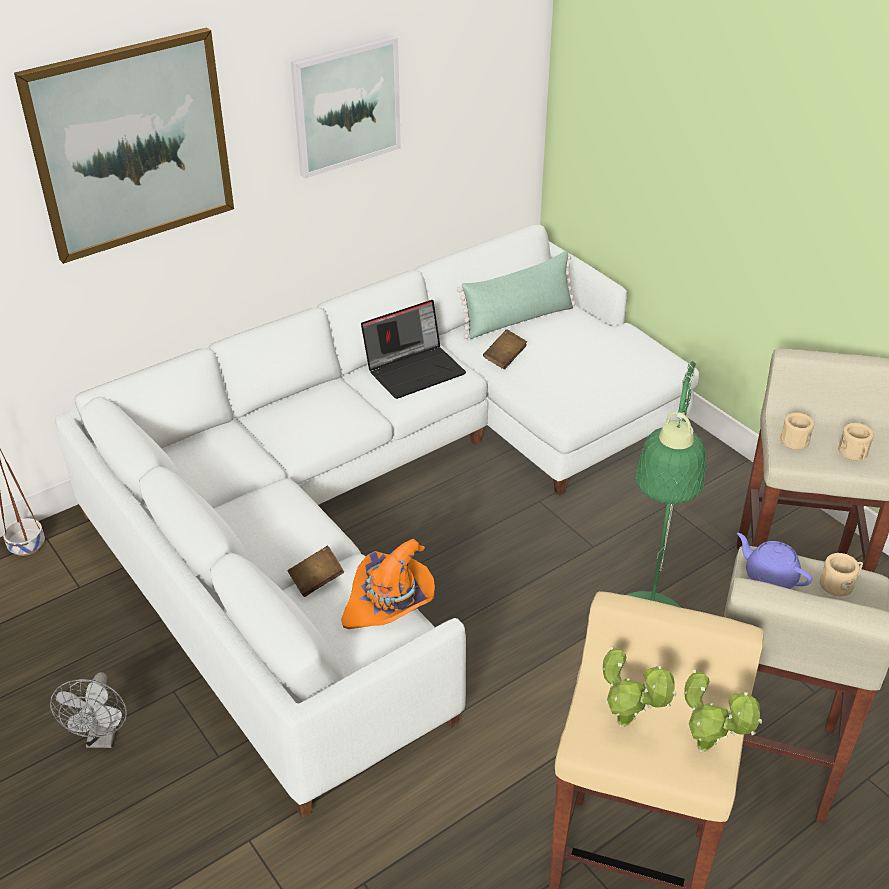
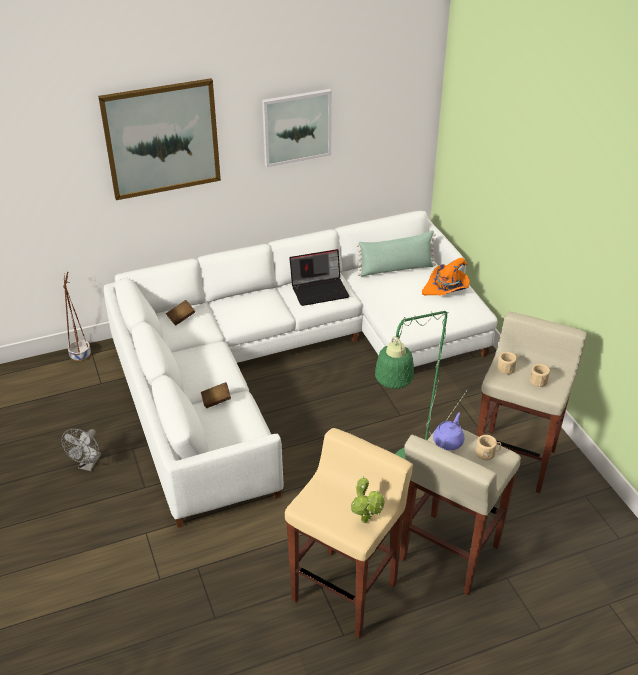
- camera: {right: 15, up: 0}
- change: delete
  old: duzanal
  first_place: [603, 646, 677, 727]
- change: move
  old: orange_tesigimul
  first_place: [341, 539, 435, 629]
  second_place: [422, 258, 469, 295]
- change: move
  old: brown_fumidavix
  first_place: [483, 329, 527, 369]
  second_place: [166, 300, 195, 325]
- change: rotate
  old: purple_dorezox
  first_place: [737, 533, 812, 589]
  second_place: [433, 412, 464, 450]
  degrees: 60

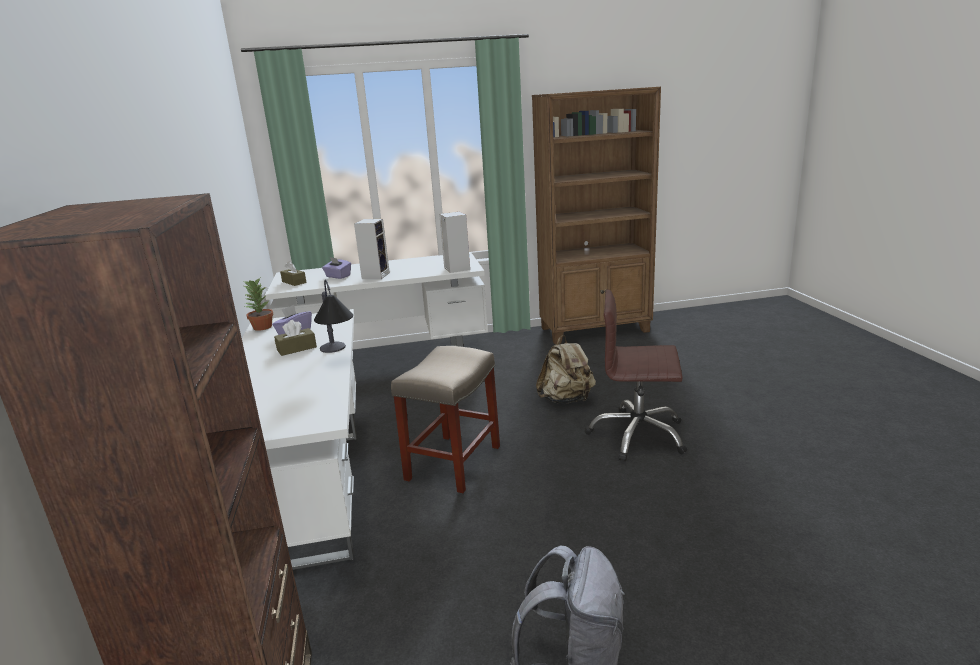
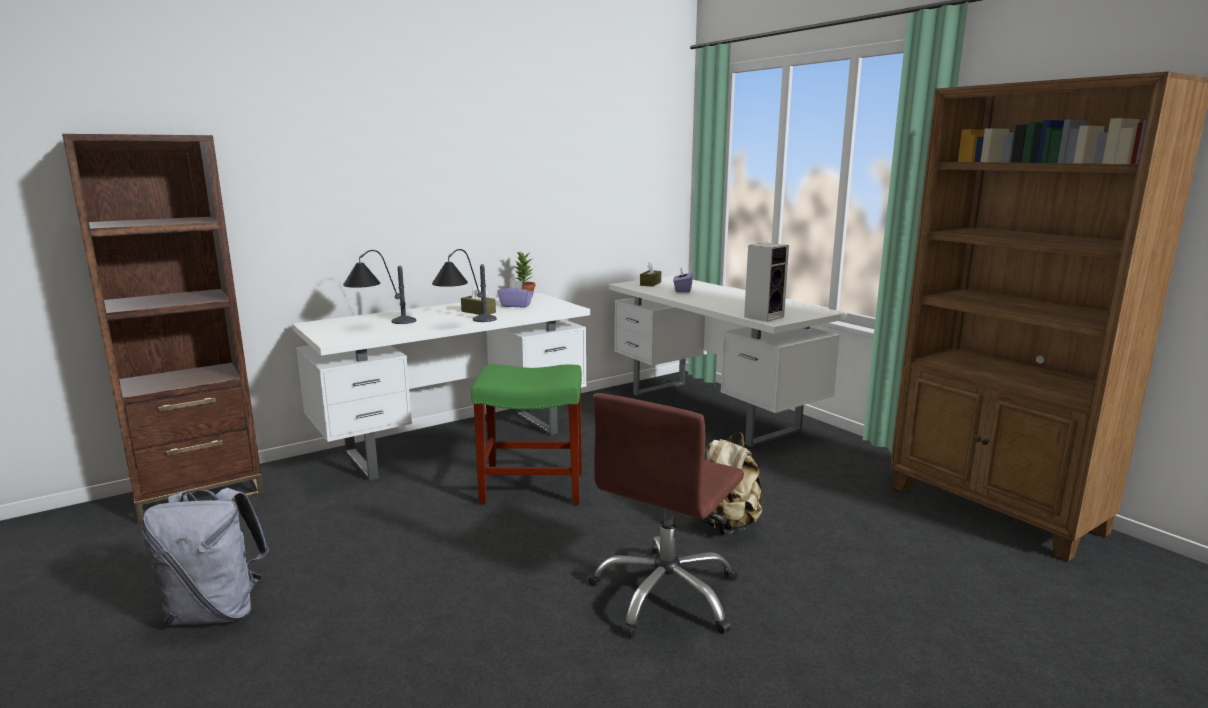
- camera: {right: 65, up: -5}
- change: delete
  old: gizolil
  first_place: [354, 219, 390, 279]
- change: insert
  new: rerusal
  second_place: [343, 250, 416, 324]
- change: recolor
  old: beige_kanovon
  new: green_kanovon
  first_place: [391, 346, 500, 493]
  second_place: [471, 364, 582, 505]
- change: rotate
  old: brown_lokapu
  first_place: [585, 290, 687, 461]
  second_place: [588, 393, 744, 638]
  degrees: -135

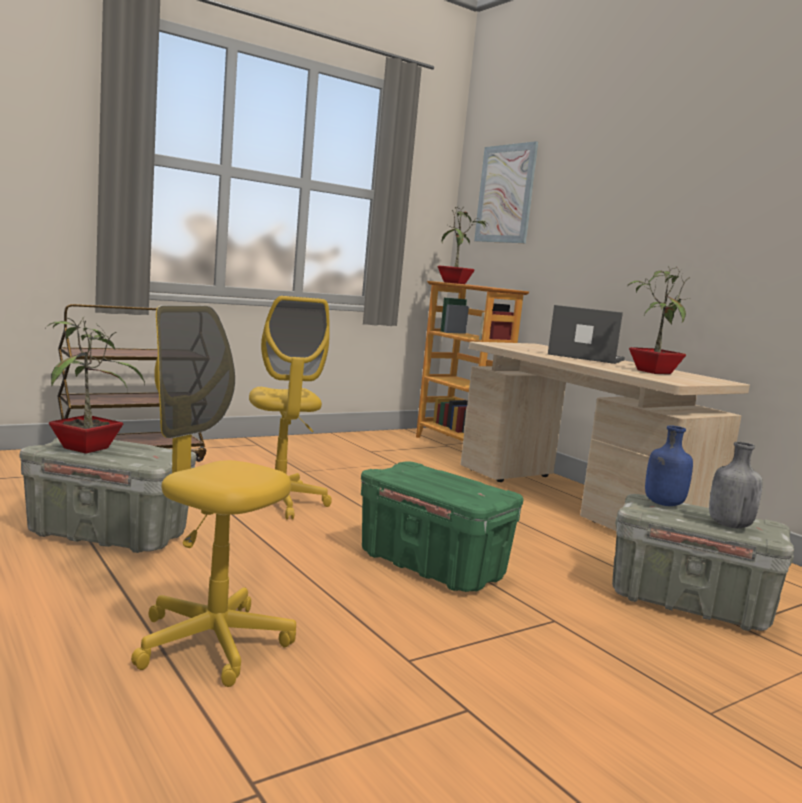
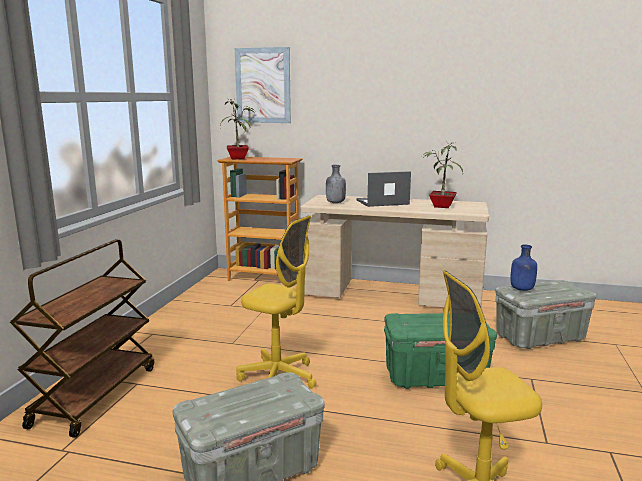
- camera: {right: -40, up: 5}
- change: delete
  old: duzanal
  first_place: [44, 317, 145, 454]
- change: move
  old: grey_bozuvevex
  first_place: [709, 442, 763, 528]
  second_place: [326, 165, 346, 203]

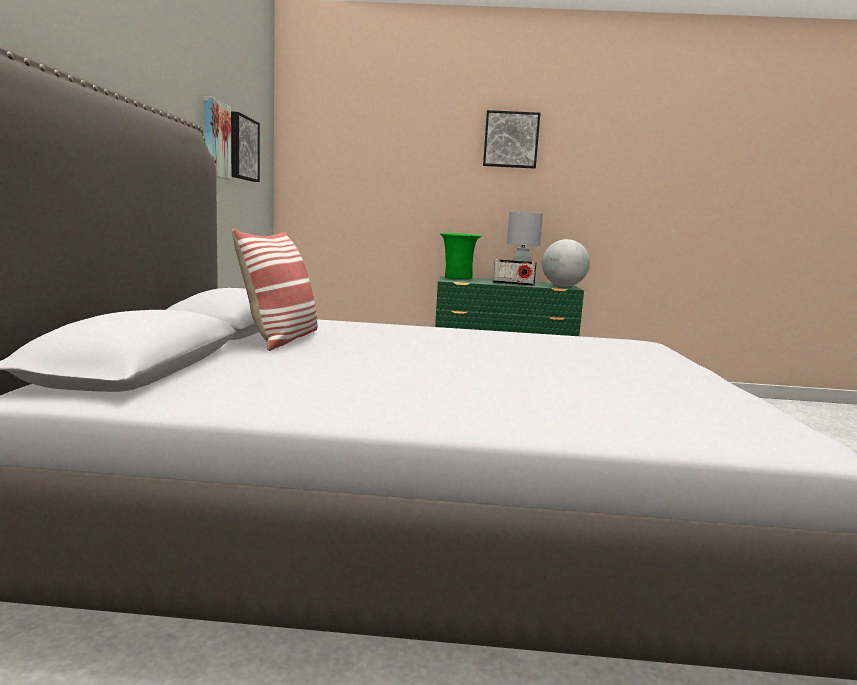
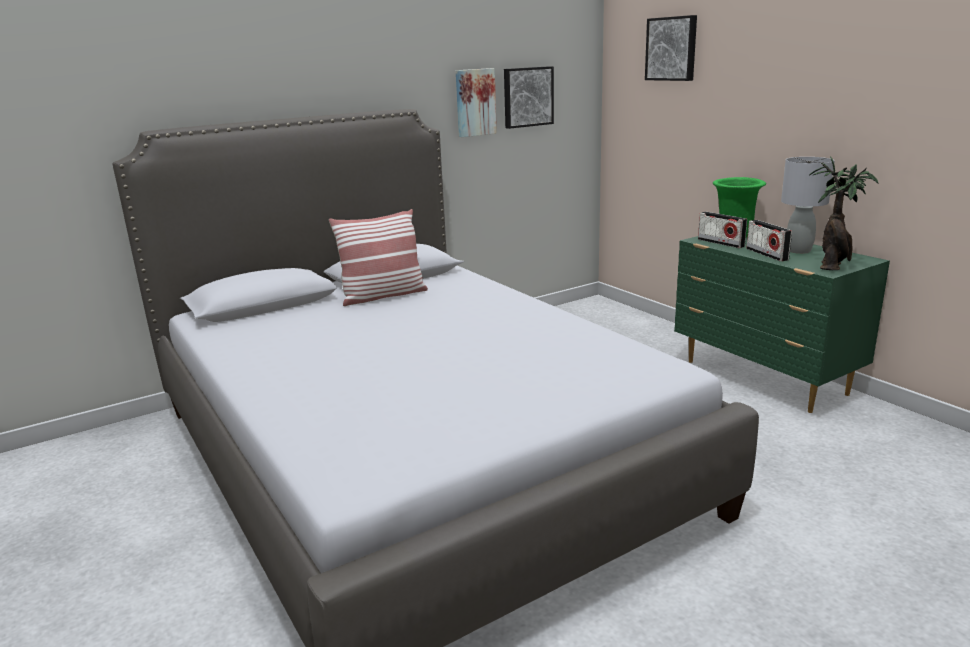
- camera: {right: 55, up: 10}
- change: insert
  new: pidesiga
  second_place: [698, 211, 747, 248]
- change: move
  old: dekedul
  first_place: [483, 110, 540, 169]
  second_place: [645, 15, 697, 81]
- change: replace
  old: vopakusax
  new: duzanal
  first_place: [542, 239, 590, 287]
  second_place: [809, 156, 878, 270]

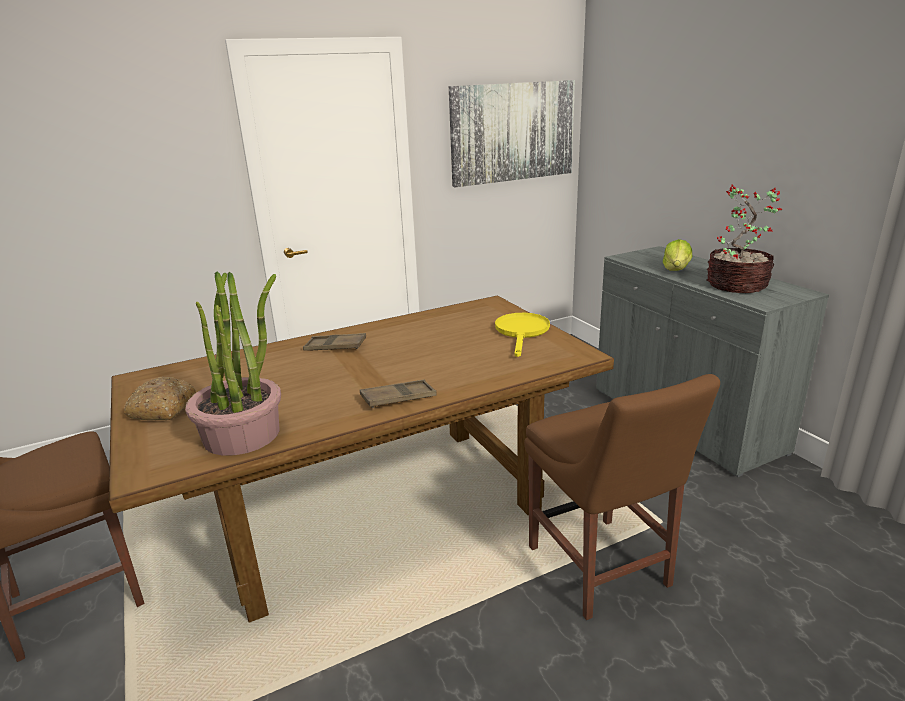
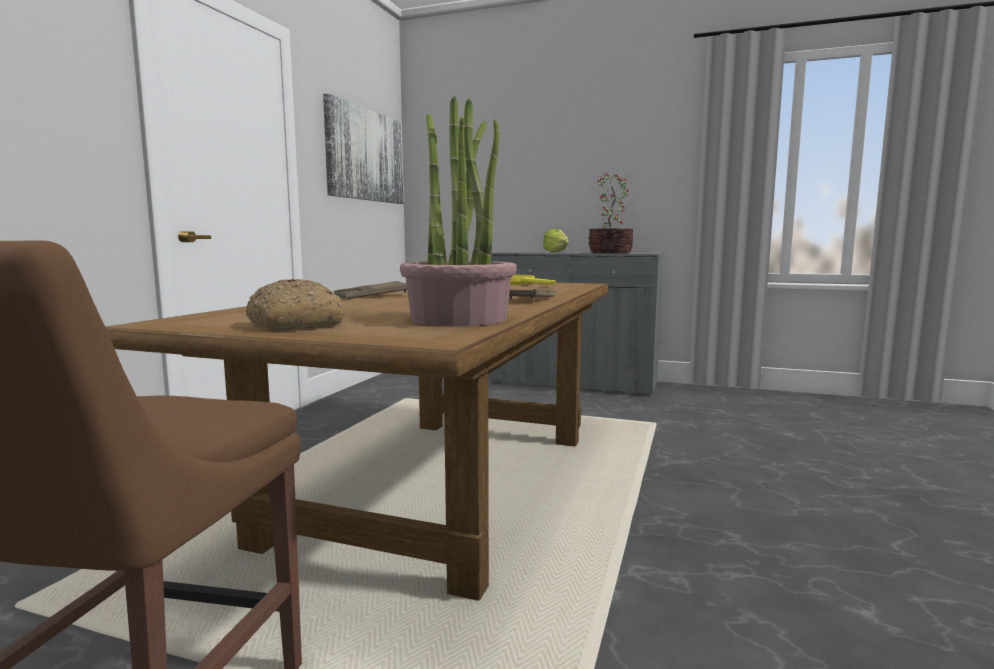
- camera: {right: -45, up: -15}
- change: delete
  old: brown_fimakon
  first_place: [524, 374, 720, 620]

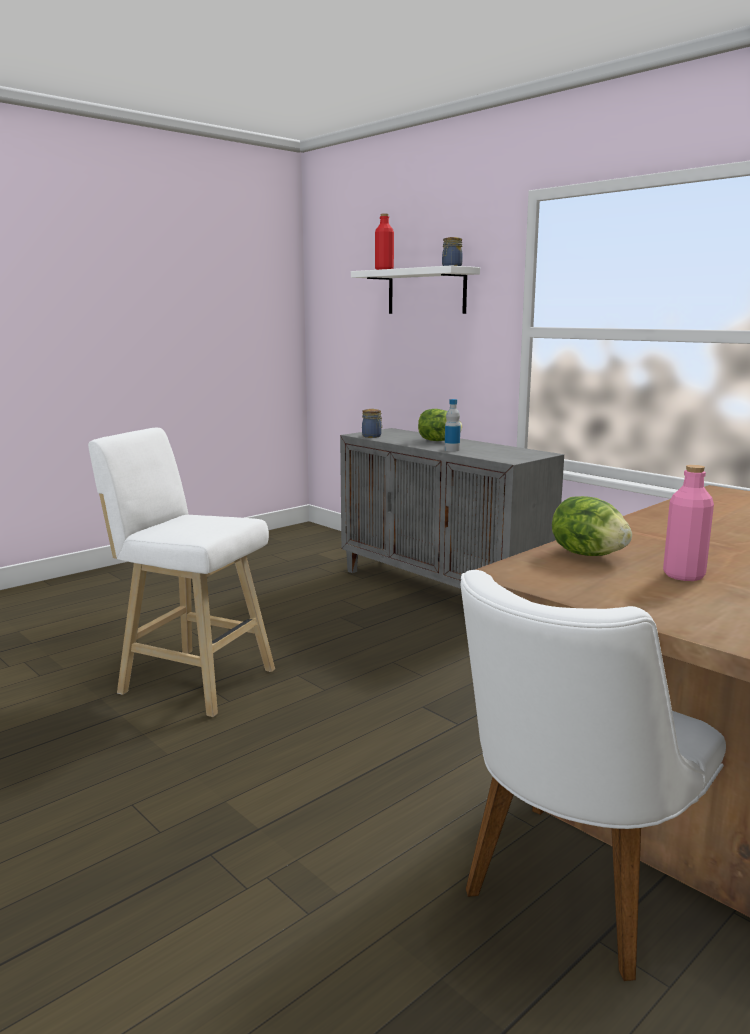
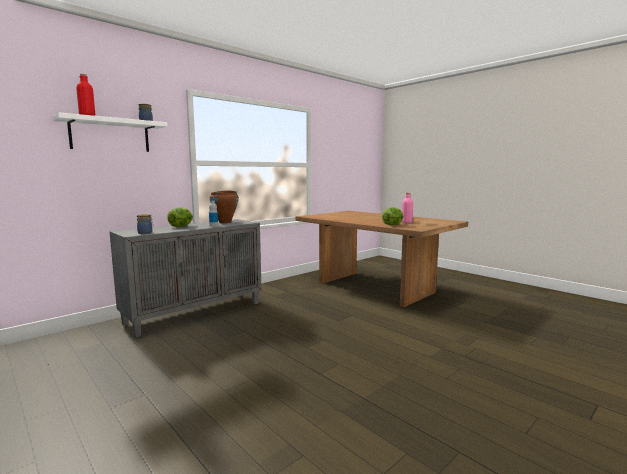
- camera: {right: -90, up: -5}
- change: delete
  old: white_kanovon
  first_place: [88, 428, 275, 717]
- change: delete
  old: white_fimakon
  first_place: [461, 570, 726, 981]
- change: insert
  new: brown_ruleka
  second_place: [210, 190, 239, 223]

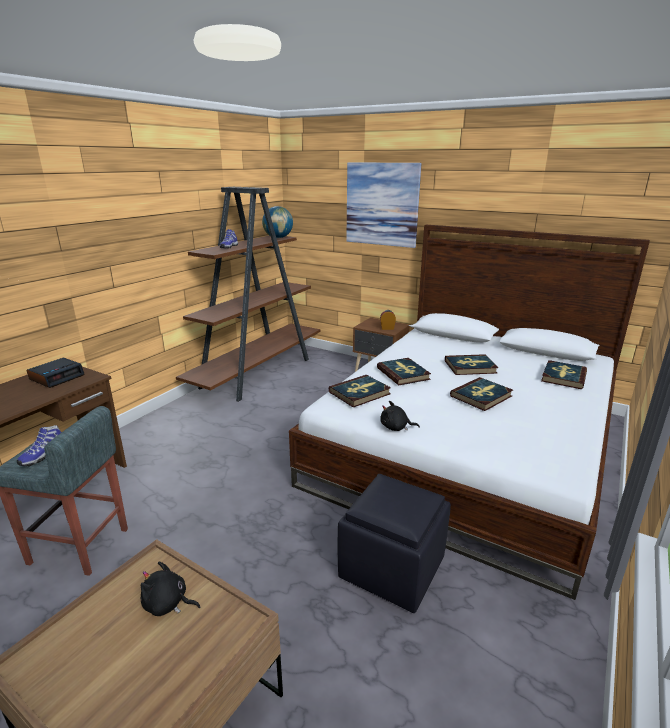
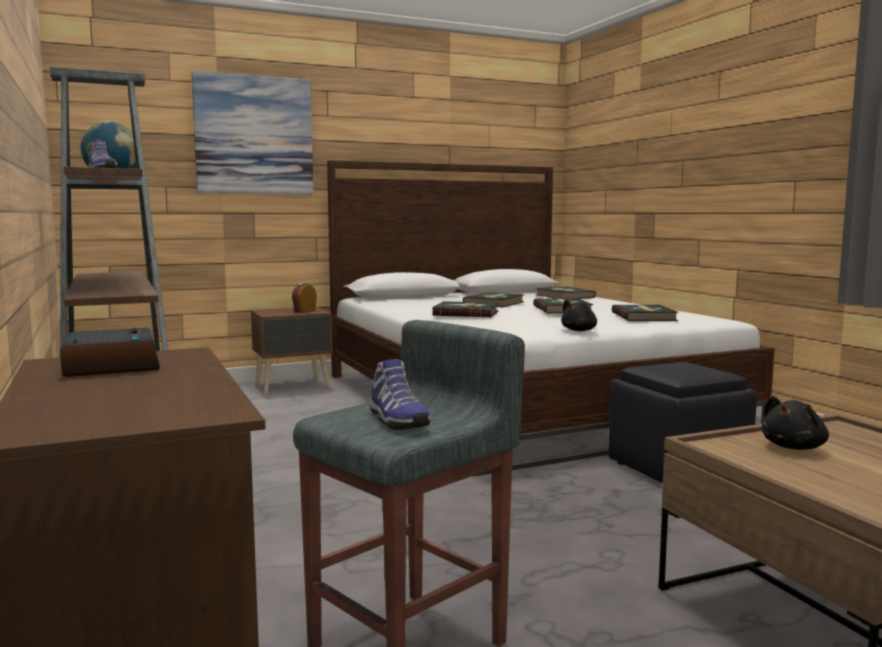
- camera: {right: -55, up: -15}
- change: move
  old: fumidavix
  first_place: [329, 375, 391, 408]
  second_place: [612, 305, 679, 321]

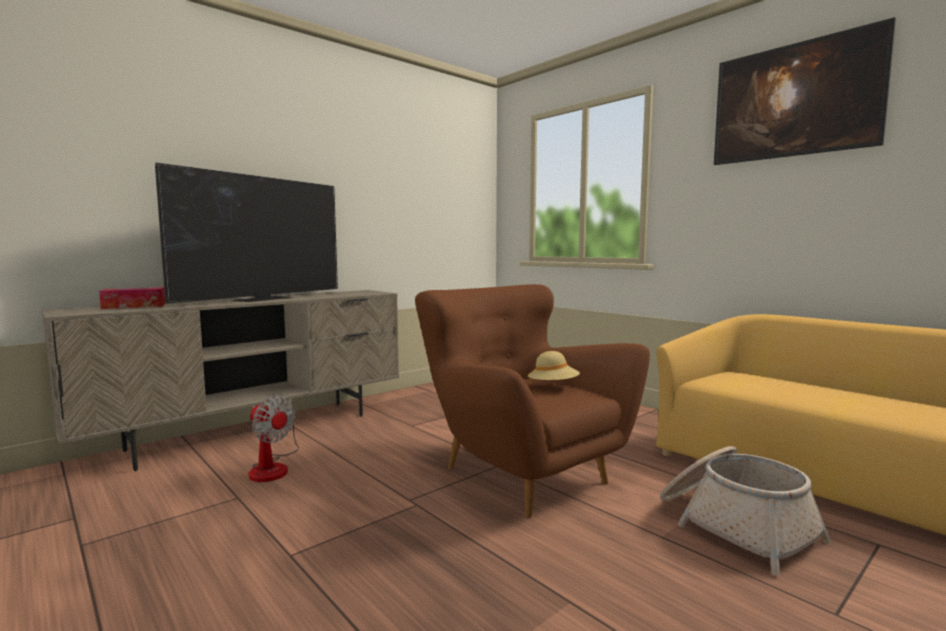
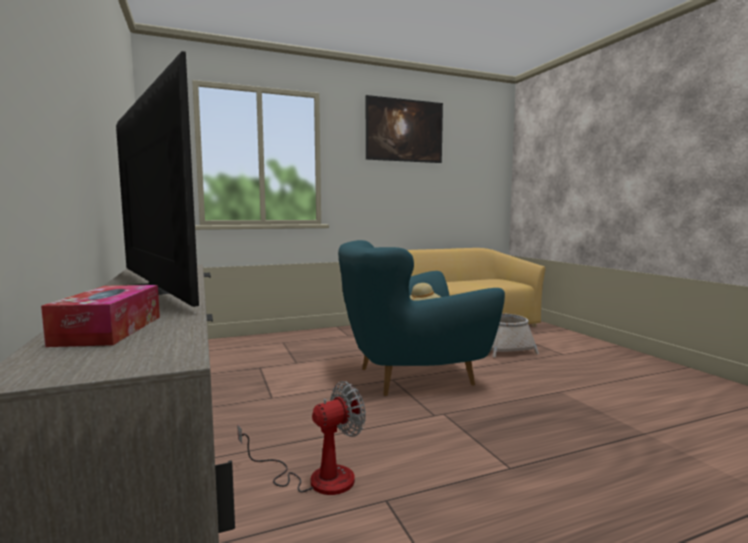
- camera: {right: -70, up: 0}
- change: recolor
  old: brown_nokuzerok
  new: turquoise_nokuzerok
  first_place: [415, 284, 650, 518]
  second_place: [338, 240, 505, 396]

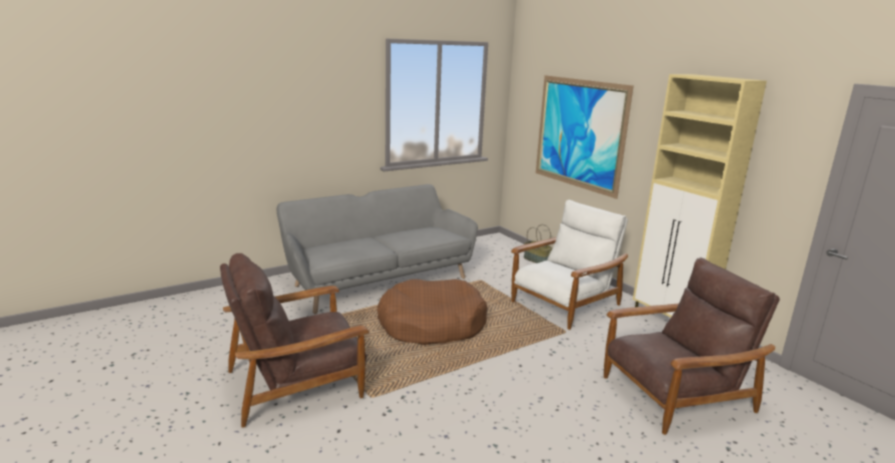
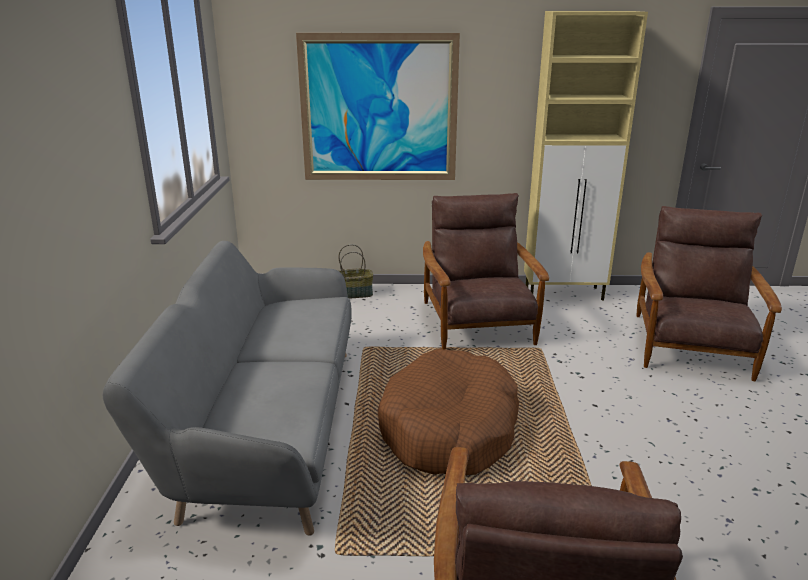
- camera: {right: -55, up: 5}
- change: recolor
  old: white_nokuzerok
  new: brown_nokuzerok
  first_place: [511, 200, 628, 330]
  second_place: [423, 193, 549, 350]

